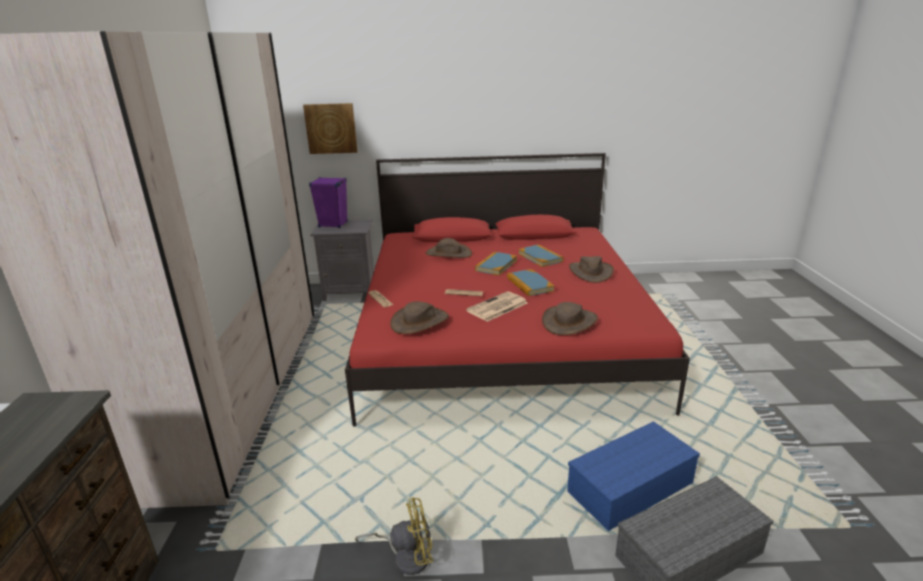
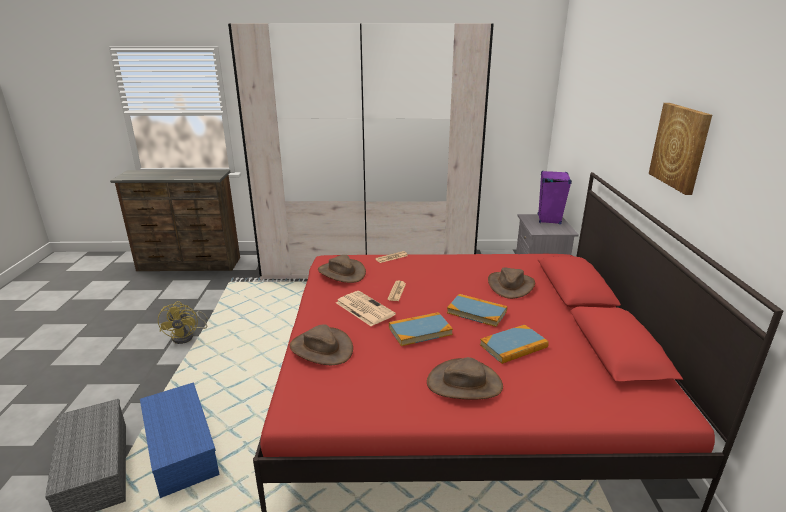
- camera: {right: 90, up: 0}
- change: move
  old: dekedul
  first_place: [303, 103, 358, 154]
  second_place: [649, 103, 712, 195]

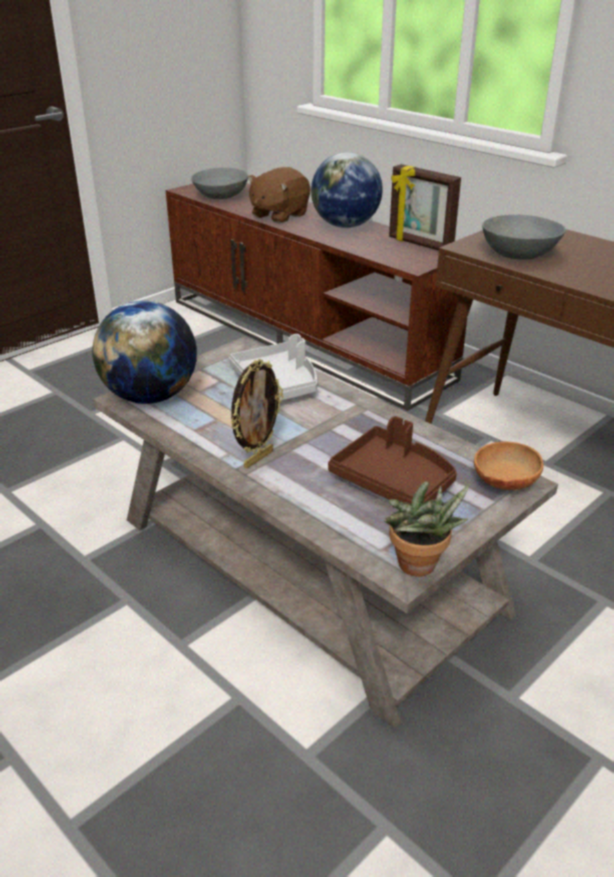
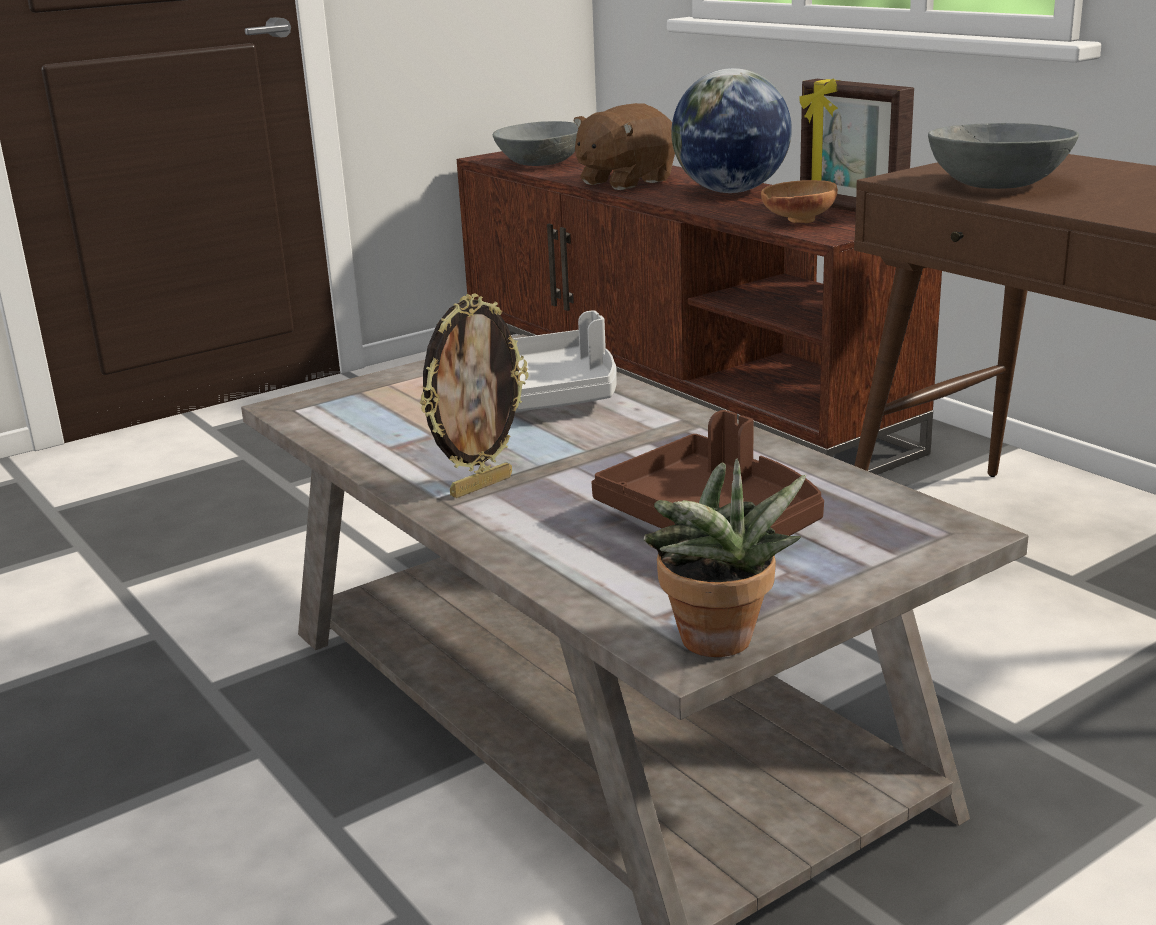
- camera: {right: 10, up: -10}
- change: delete
  old: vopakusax
  first_place: [92, 300, 197, 404]
- change: move
  old: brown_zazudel
  first_place: [474, 442, 543, 490]
  second_place: [761, 180, 838, 223]

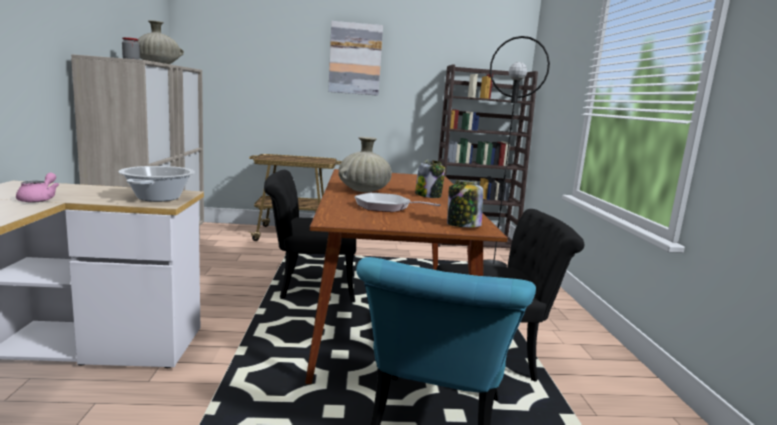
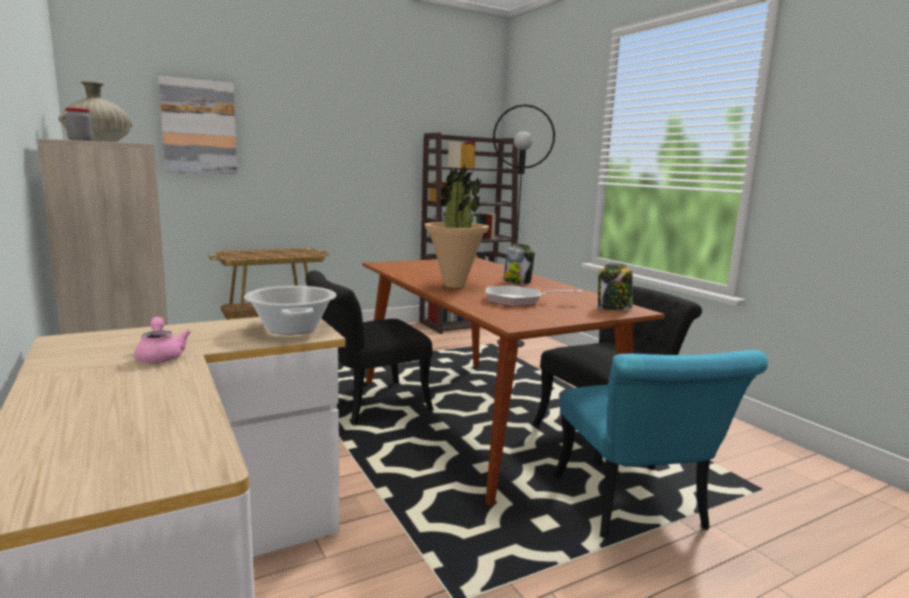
- camera: {right: -25, up: 0}
- change: move
  old: dekedul
  first_place: [328, 21, 383, 96]
  second_place: [158, 76, 238, 174]
- change: replace
  old: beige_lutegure
  new: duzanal
  first_place: [338, 137, 392, 192]
  second_place: [424, 164, 489, 288]

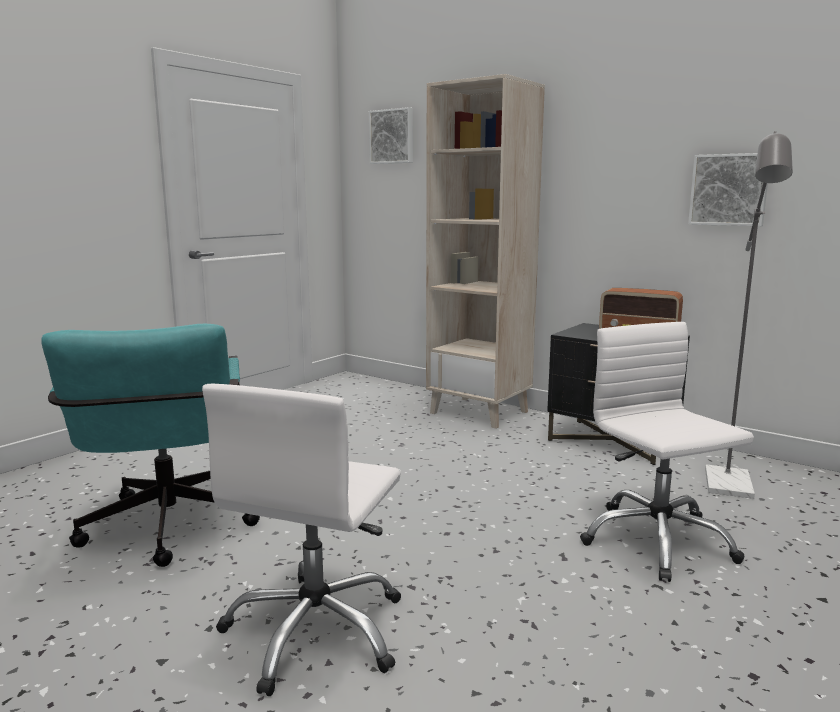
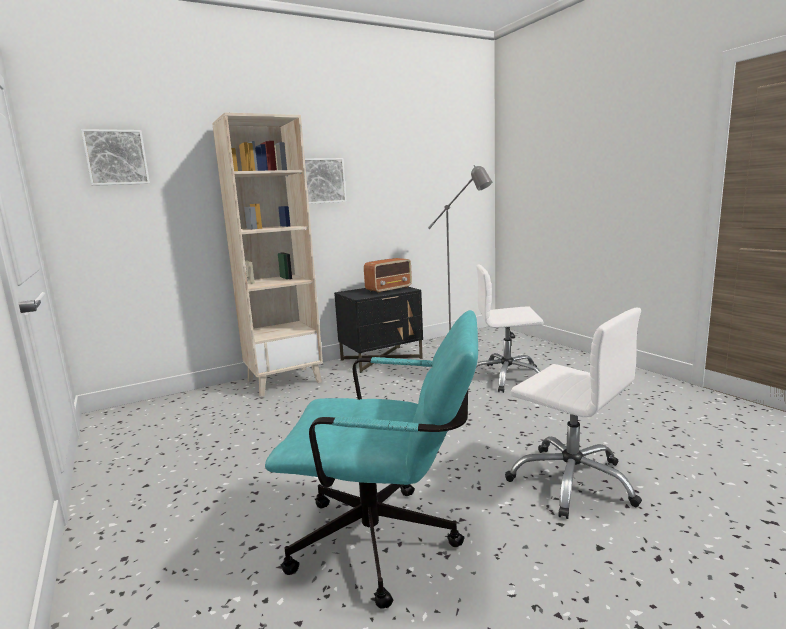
- camera: {right: -65, up: 0}
- change: move
  old: dekedul
  first_place: [688, 153, 768, 226]
  second_place: [305, 158, 346, 204]

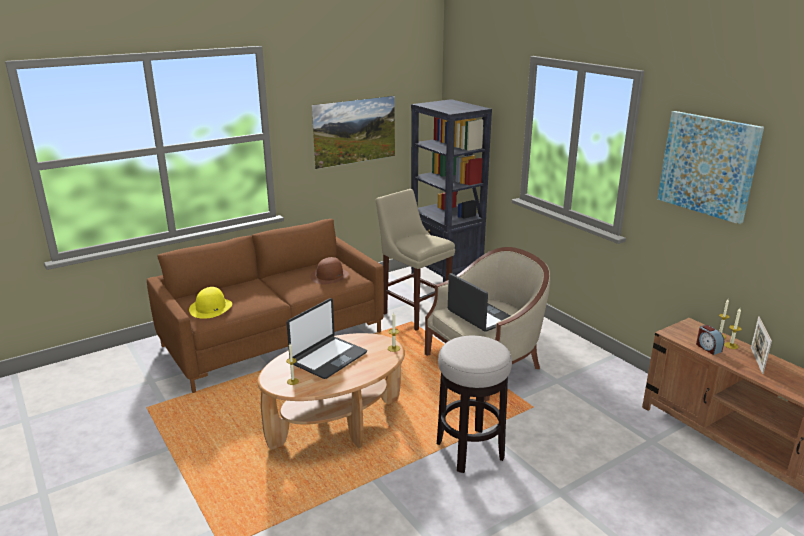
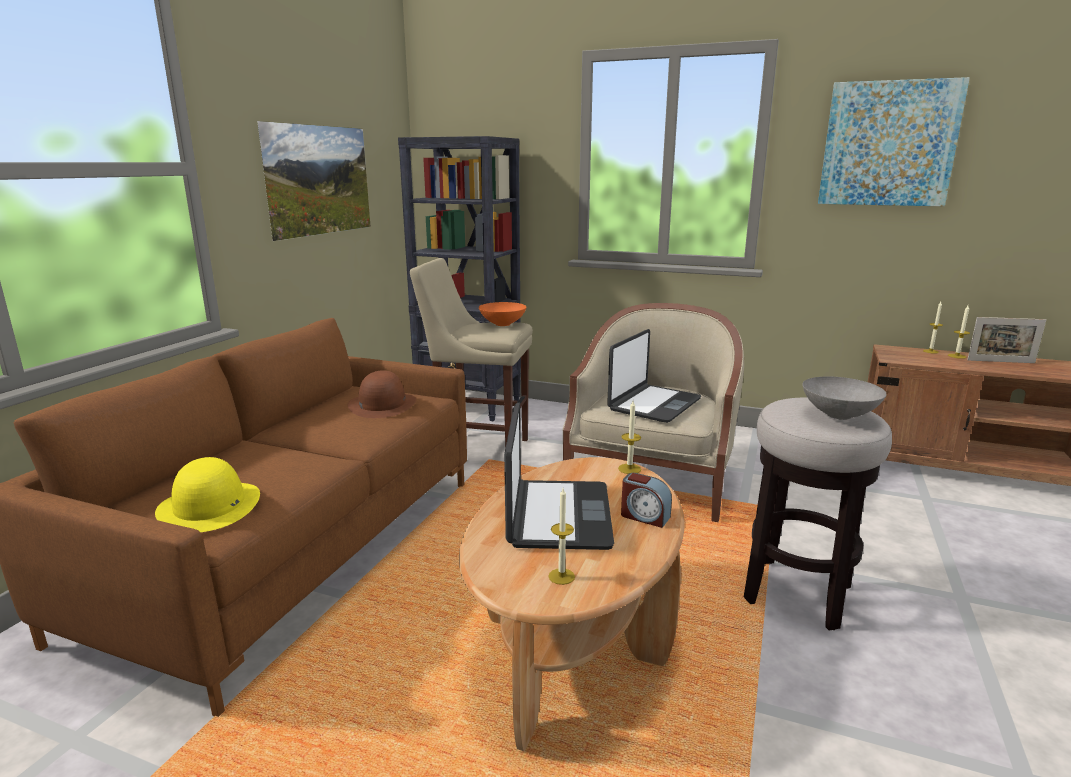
- camera: {right: -35, up: -5}
- change: insert
  new: orange_zazudel
  second_place: [479, 302, 526, 326]
- change: insert
  new: grey_zazudel
  second_place: [802, 377, 887, 420]
- change: move
  old: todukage
  first_place: [696, 325, 724, 355]
  second_place: [621, 473, 672, 528]
- change: rotate
  old: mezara
  first_place: [448, 273, 511, 332]
  second_place: [607, 329, 701, 423]
  degrees: 105
- change: rotate
  old: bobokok
  first_place: [751, 316, 772, 374]
  second_place: [967, 317, 1046, 363]
  degrees: -60

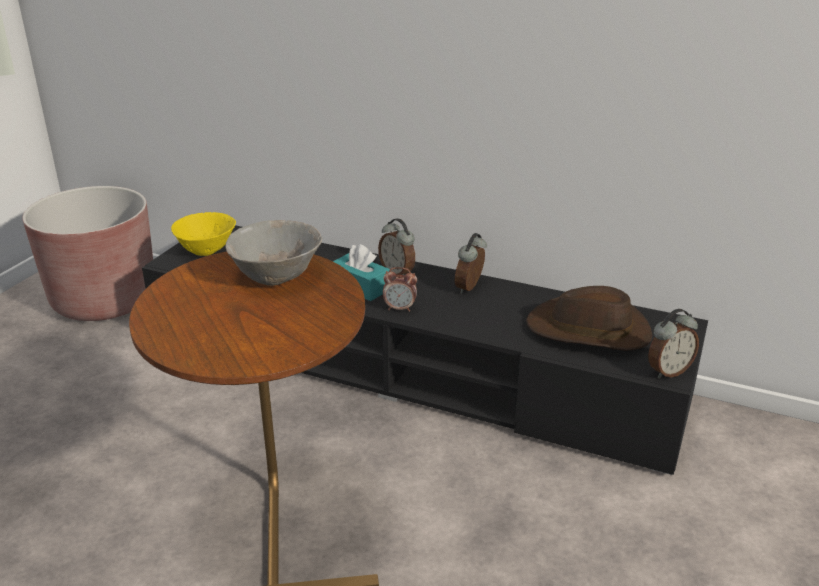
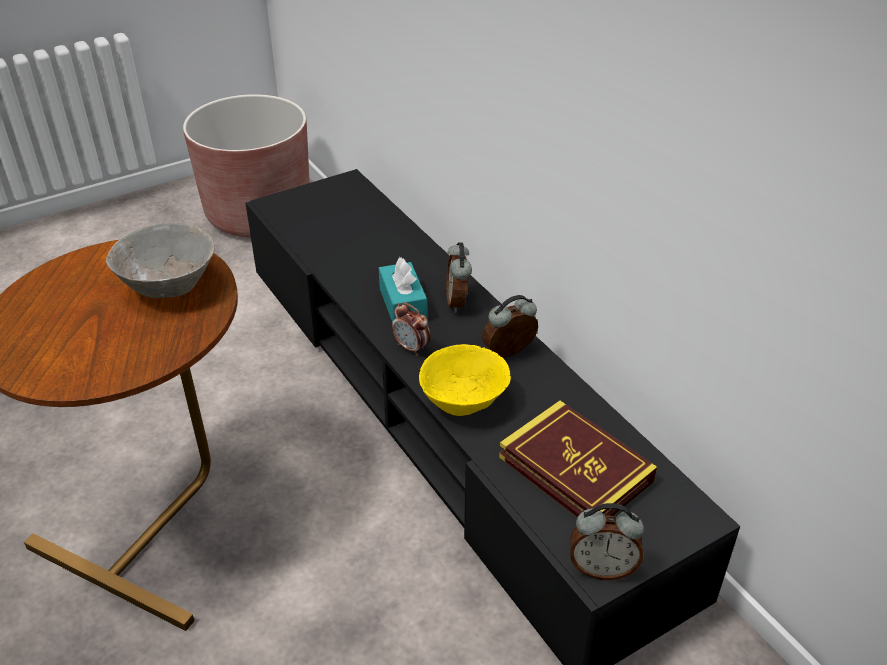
- camera: {right: 35, up: 10}
- change: move
  old: yellow_zazudel
  first_place: [171, 212, 236, 256]
  second_place: [419, 344, 511, 416]
- change: replace
  old: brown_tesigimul
  new: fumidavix
  first_place: [526, 286, 652, 351]
  second_place: [499, 400, 657, 518]

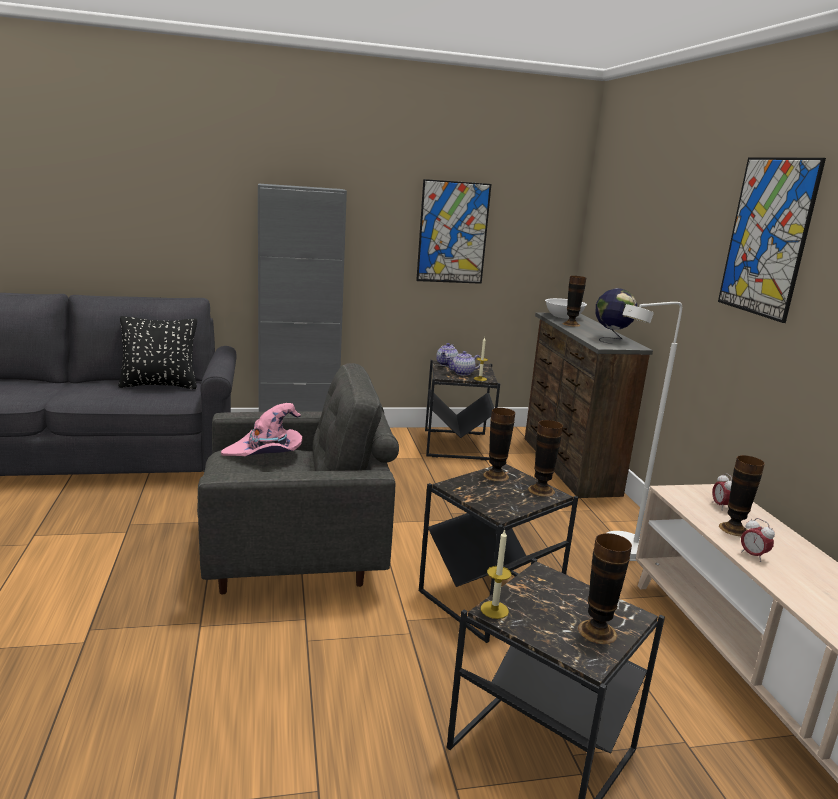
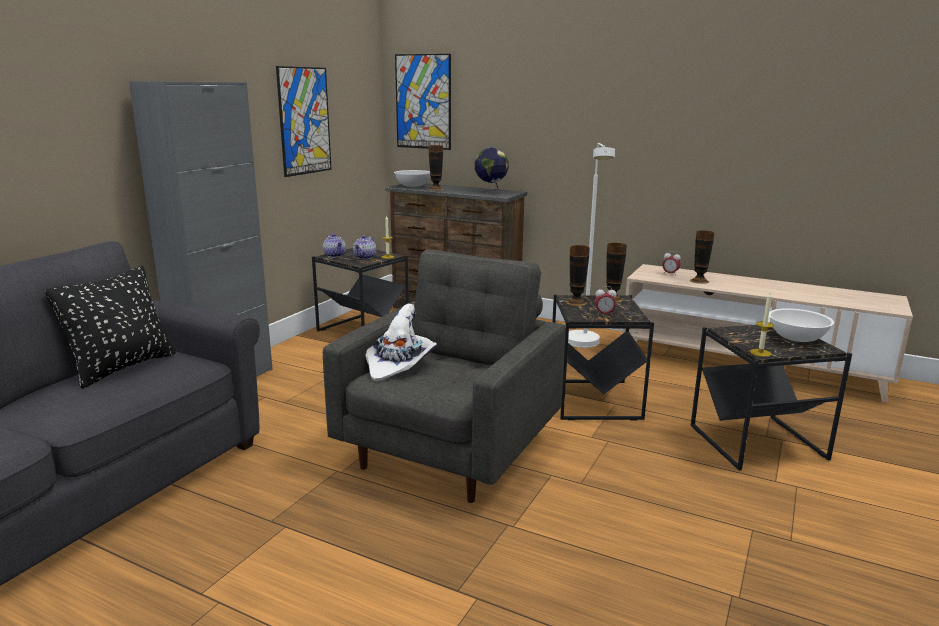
- camera: {right: -50, up: 0}
- change: move
  old: dekedul
  first_place: [718, 157, 826, 323]
  second_place: [395, 54, 451, 150]
- change: move
  old: todukage
  first_place: [741, 518, 775, 562]
  second_place: [595, 286, 617, 316]
- change: replace
  old: lutegure
  new: white_zazudel
  first_place: [578, 533, 632, 644]
  second_place: [769, 308, 834, 342]
- change: recolor
  old: pink_tesigimul
  new: white_tesigimul
  first_place: [221, 403, 303, 456]
  second_place: [365, 304, 437, 381]

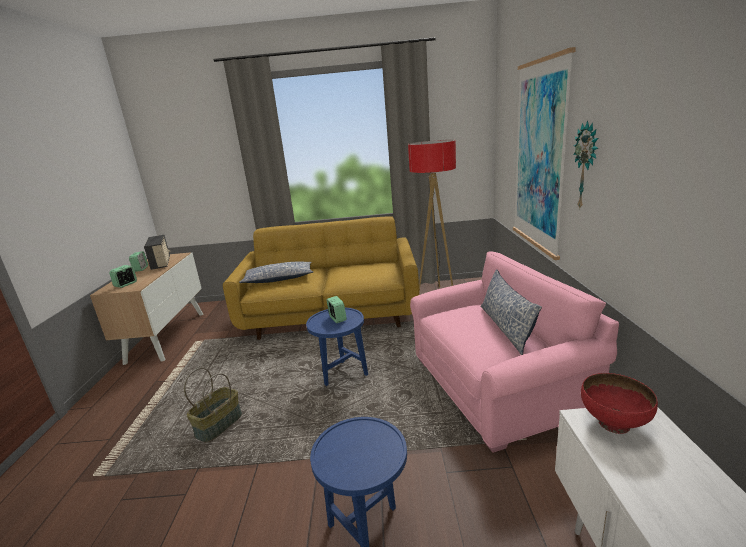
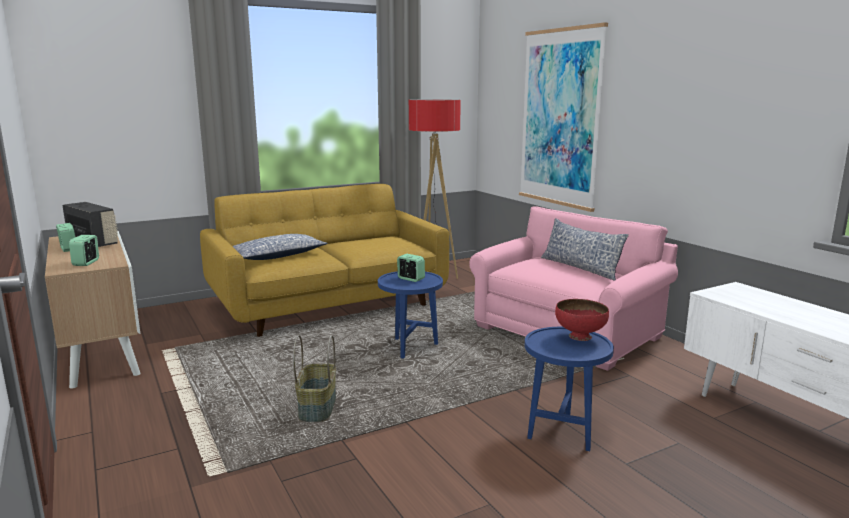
- camera: {right: -30, up: -5}
- change: delete
  old: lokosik
  first_place: [573, 121, 598, 210]
- change: move
  old: red_zazudel
  first_place: [581, 373, 658, 434]
  second_place: [555, 299, 609, 341]

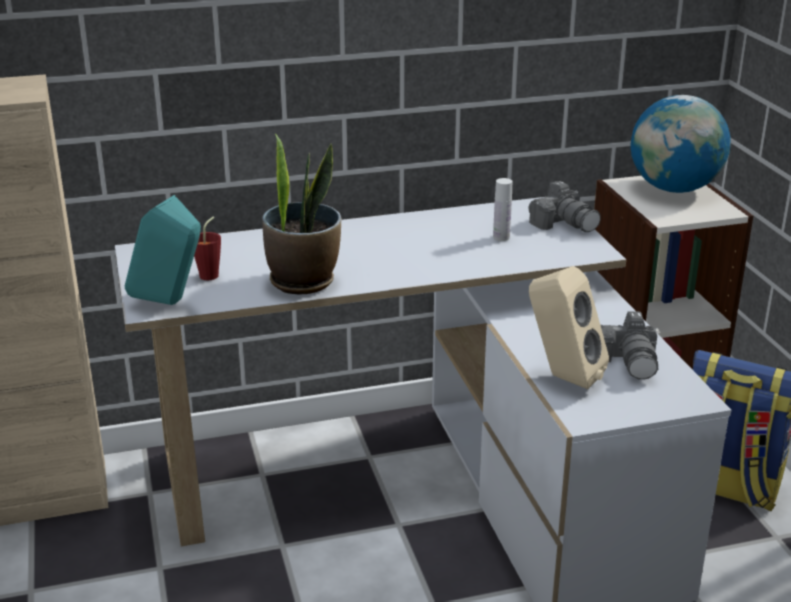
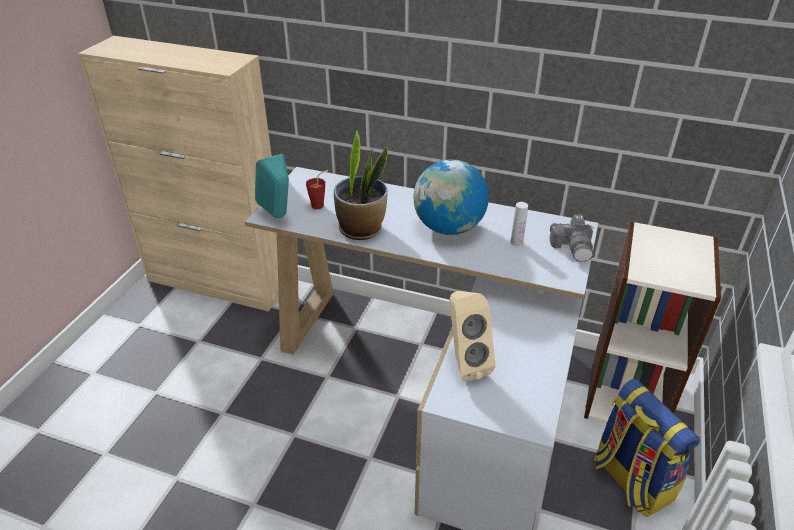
- camera: {right: 35, up: 10}
- change: delete
  old: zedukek
  first_place: [601, 311, 659, 379]
- change: move
  old: vopakusax
  first_place: [630, 95, 730, 193]
  second_place: [413, 159, 489, 235]

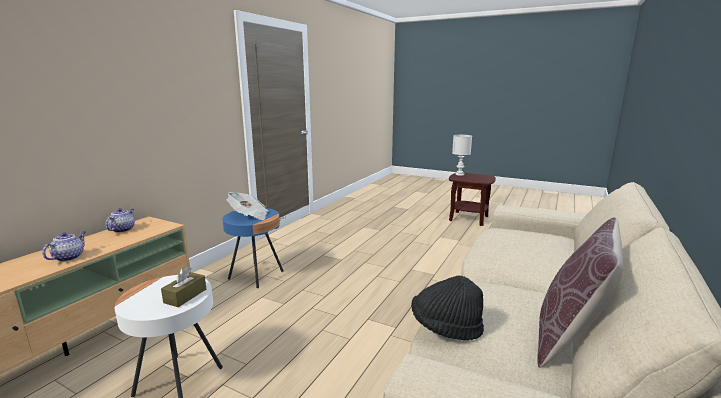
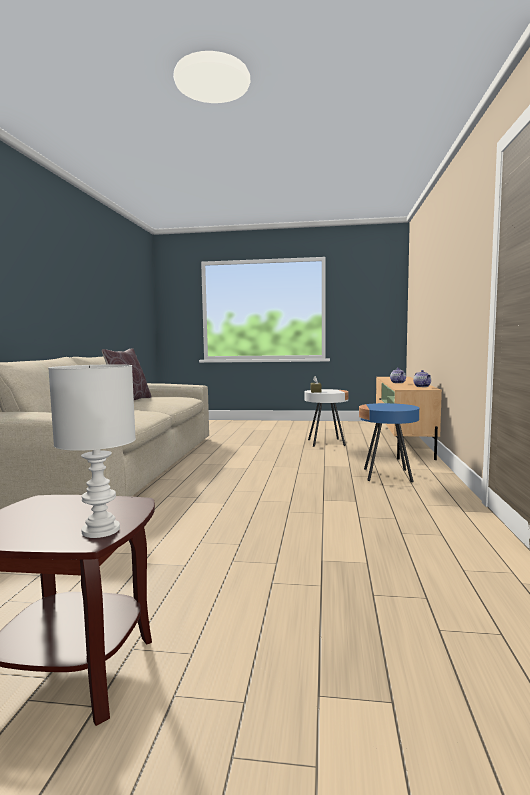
- camera: {right: 160, up: -10}
- change: delete
  old: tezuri
  first_place: [226, 192, 269, 220]
- change: delete
  old: black_tesigimul
  first_place: [411, 275, 484, 340]

